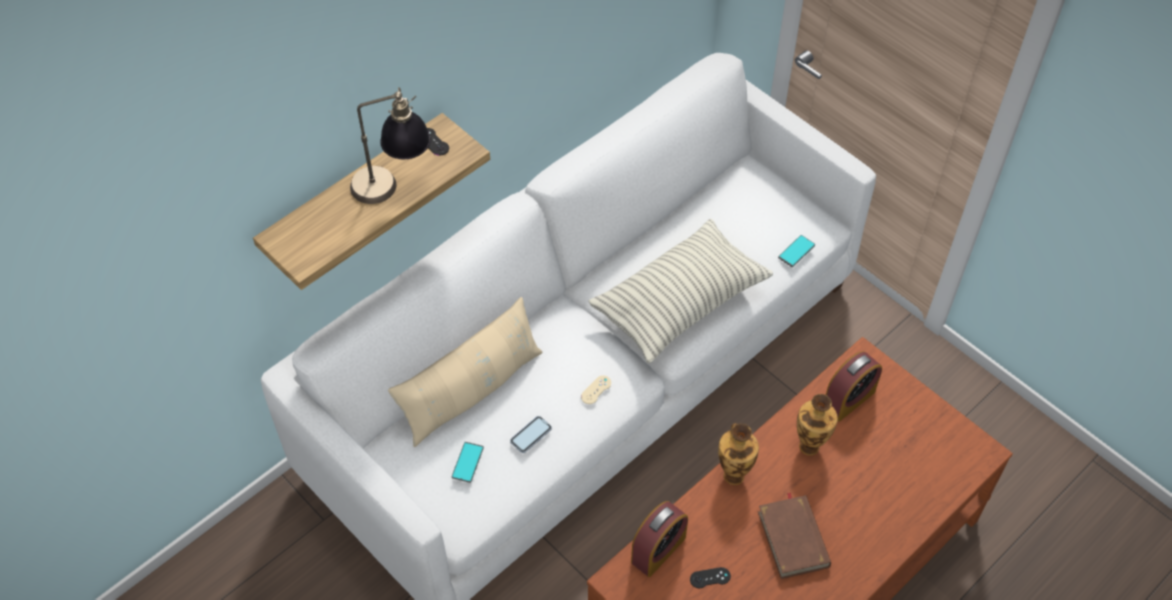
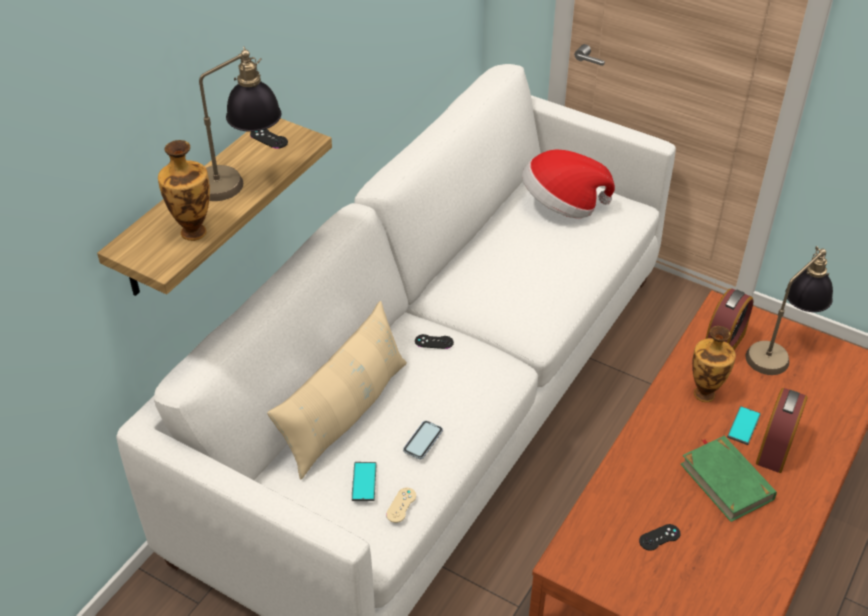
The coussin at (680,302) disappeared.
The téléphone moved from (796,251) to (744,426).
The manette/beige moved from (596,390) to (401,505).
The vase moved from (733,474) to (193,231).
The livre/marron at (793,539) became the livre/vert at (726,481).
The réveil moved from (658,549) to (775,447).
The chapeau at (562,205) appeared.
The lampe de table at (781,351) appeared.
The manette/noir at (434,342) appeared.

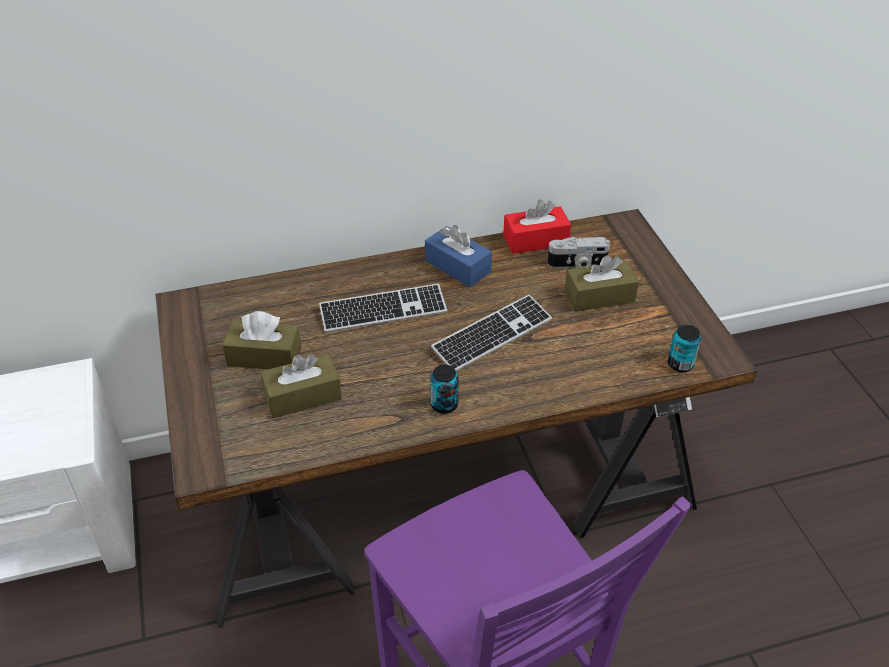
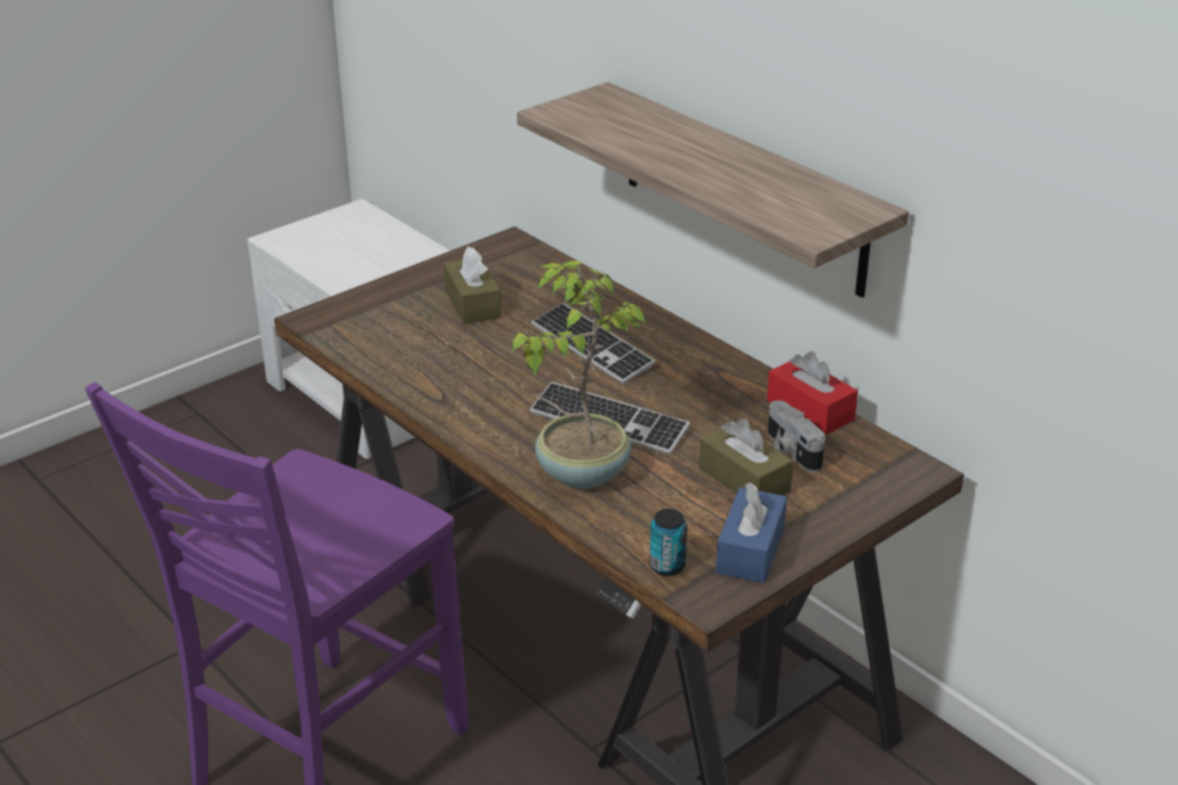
The boîte à mouchoirs/bleu moved from (457,266) to (750,550).
The boîte à mouchoirs/marron at (302,396) disappeared.
The boîte métallique at (444,405) disappeared.
The étagère at (742,189) appeared.
The plante en pot at (580,472) appeared.

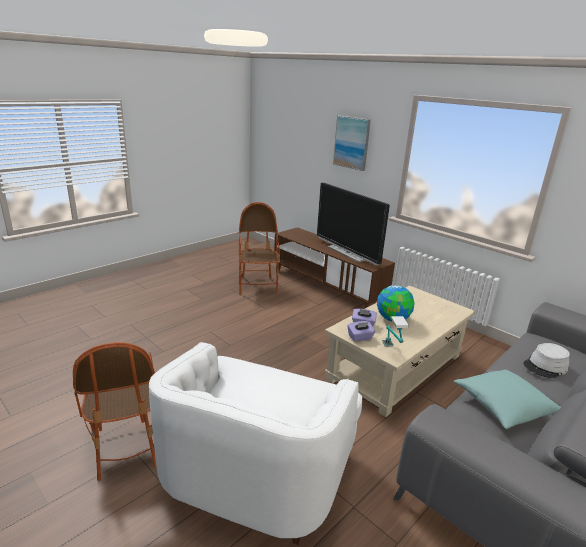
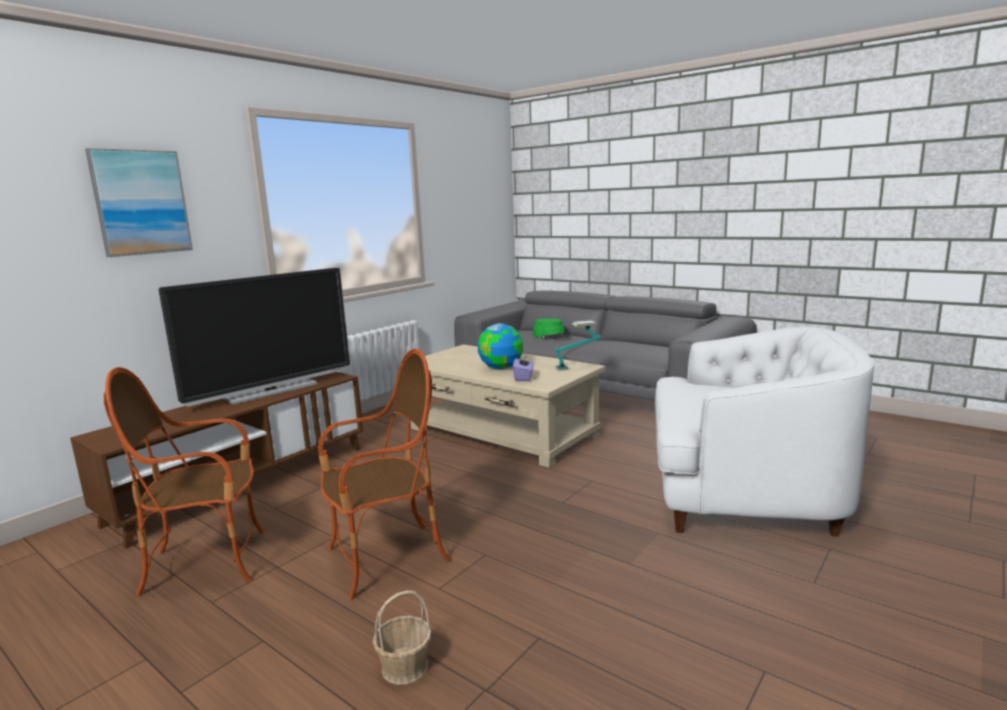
The boîte à mouchoirs/violet at (360,337) disappeared.
The fauteuil moved from (126,445) to (386,558).
The chapeau/gris at (545,366) became the chapeau/vert at (551,335).
The coussin/turquoise at (503,406) disappeared.
The panier at (404,666) appeared.

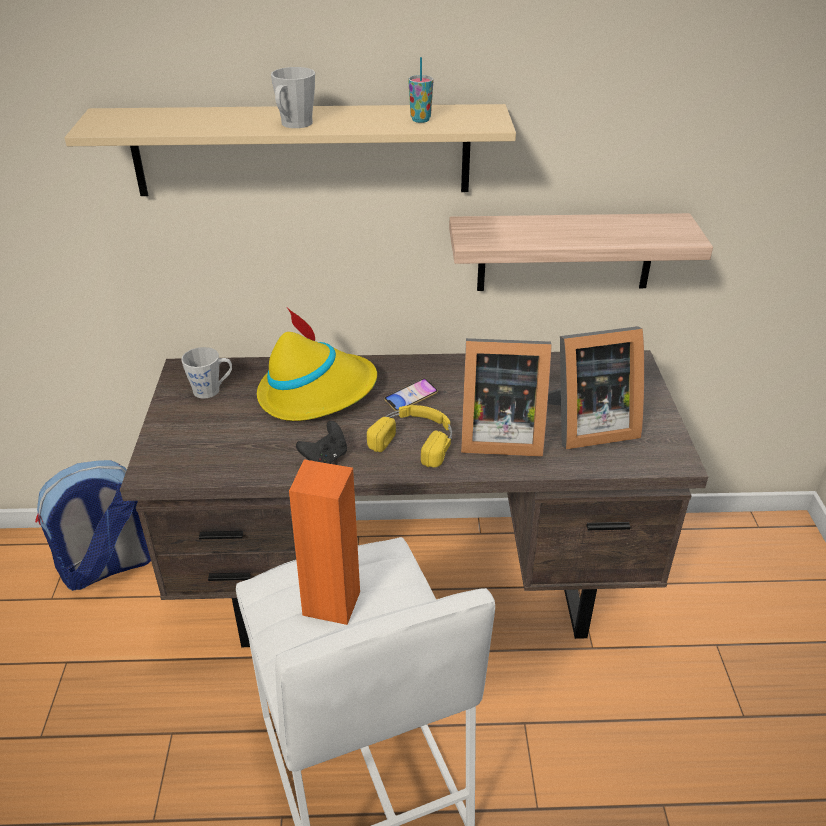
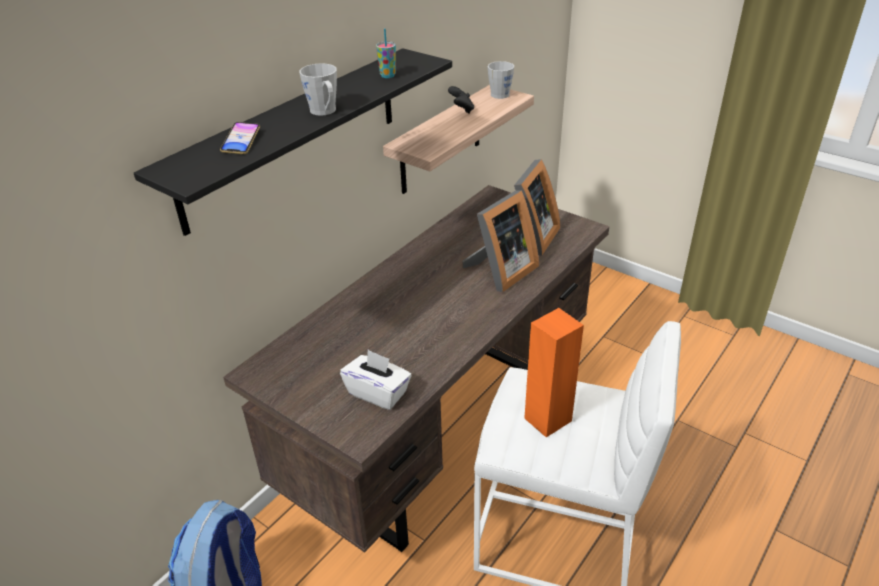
The étagère/beige at (302,150) became the étagère/noir at (293,137).
The chapeau/jaune at (317,393) disappeared.
The mug/gris moved from (212,390) to (502,93).
The téléphone moved from (411,398) to (241,142).
The casque audio/jaune at (415,439) disappeared.
The manette/noir moved from (325,458) to (461,110).
The boîte à mouchoirs/blanc at (378,393) appeared.

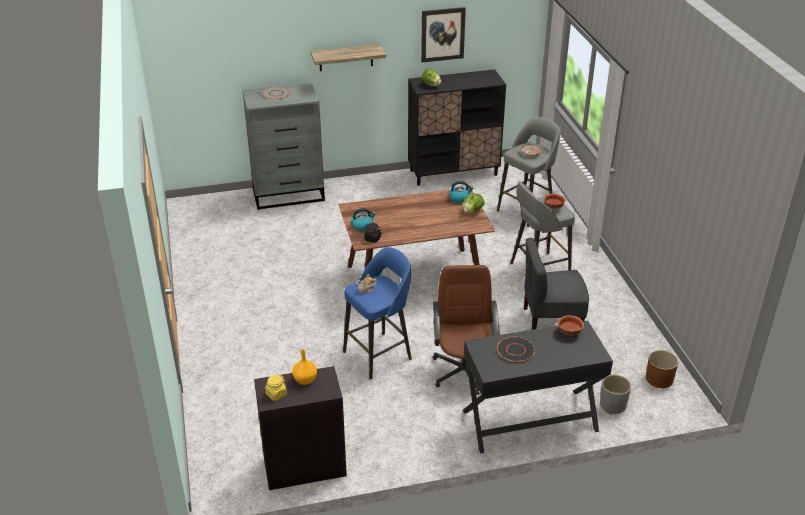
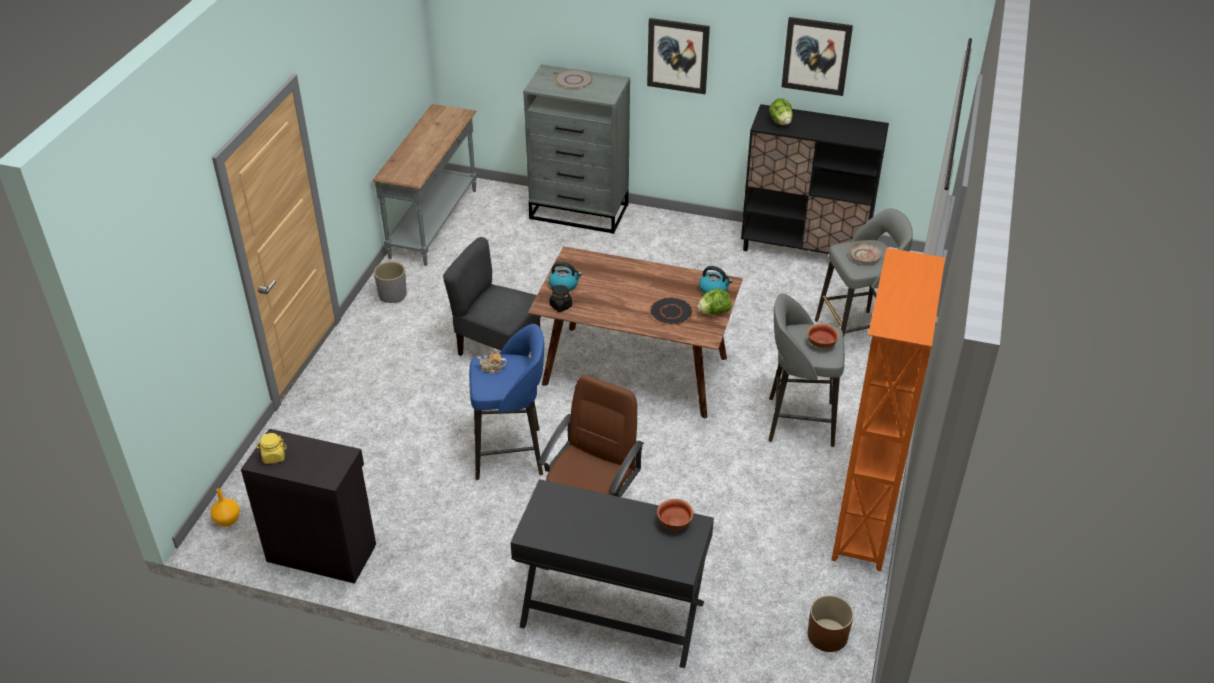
The étagère at (346,58) was replaced by the tableau at (678,55).
The chaise/gris moved from (551,321) to (498,348).
The assiette/noir moved from (515,350) to (671,312).
The vase/orange moved from (305,380) to (227,521).
The cache-pot/gris moved from (612,406) to (392,295).
The table console/gris at (435,223) appeared.
The bibliothèque/orange at (862,523) appeared.

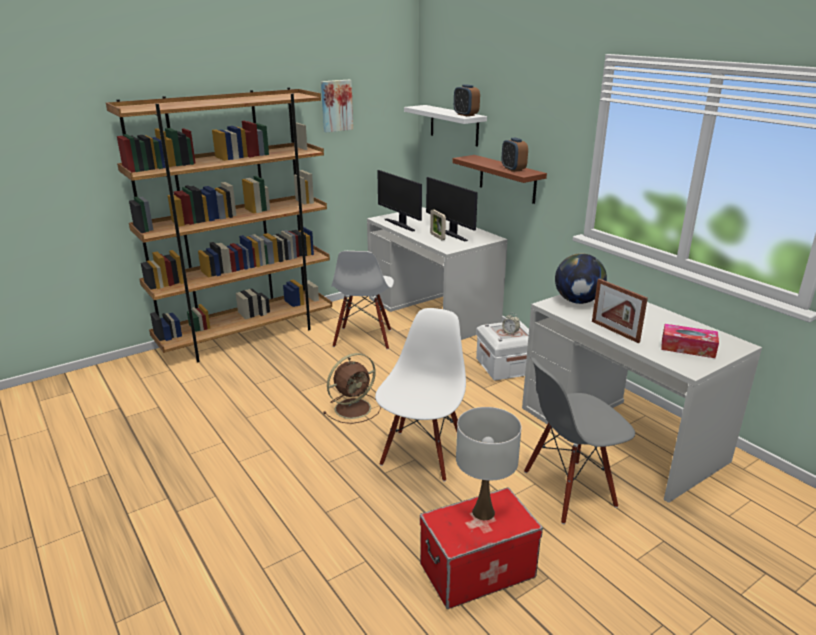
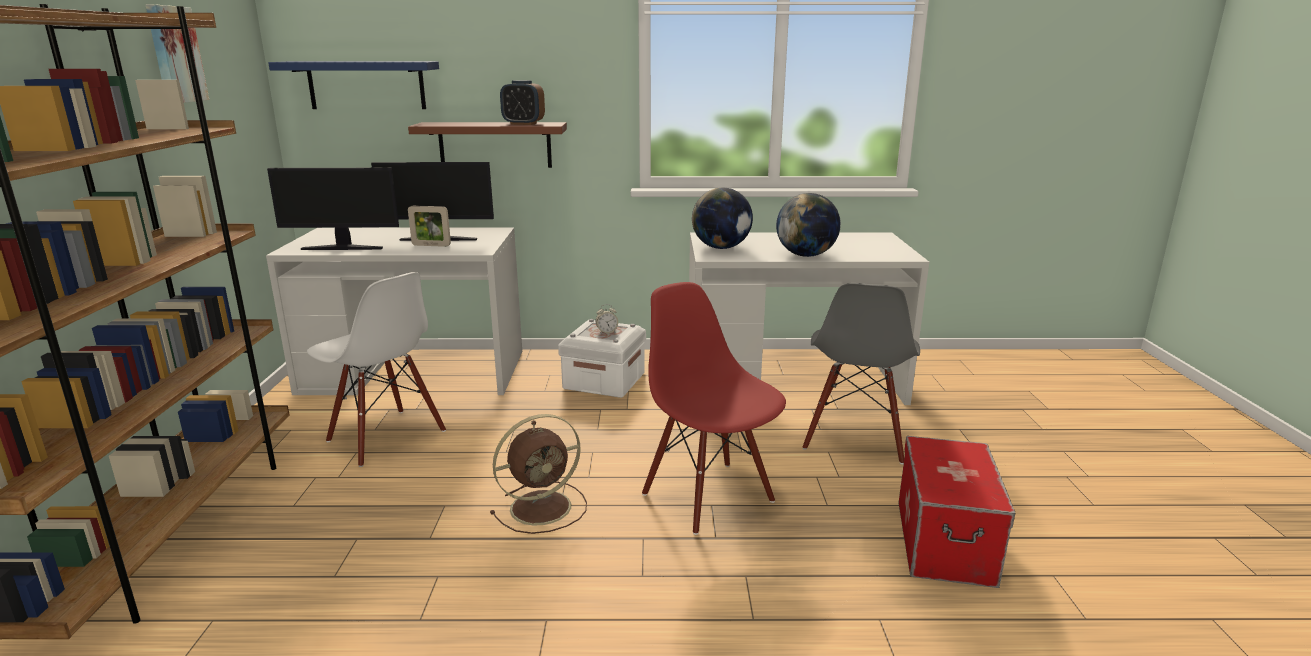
The réveil at (465,115) disappeared.
The étagère/blanc at (454,125) became the étagère/bleu at (366,85).
The cadre photo at (615,331) was replaced by the globe at (806,255).
The chaise/blanc at (422,455) became the chaise/rouge at (709,496).
The boîte à mouchoirs at (687,348) disappeared.
The ventilateur/marron at (354,408) turned 60 degrees clockwise.
The lampe de table/blanc at (483,512) disappeared.

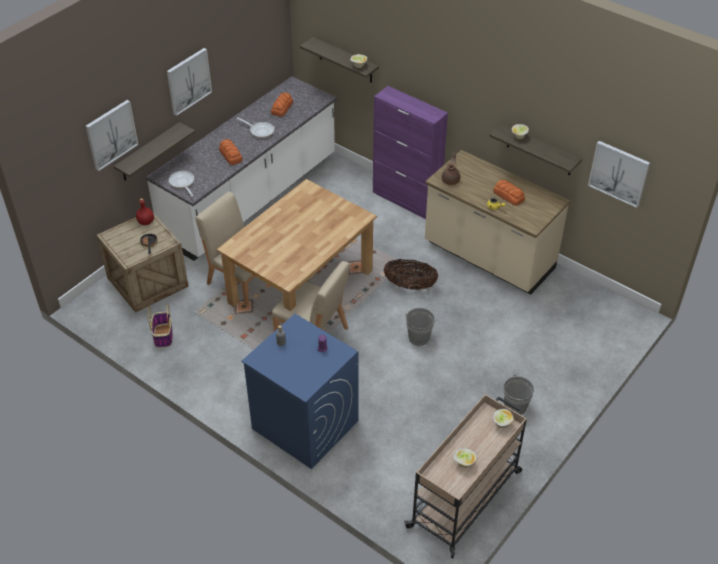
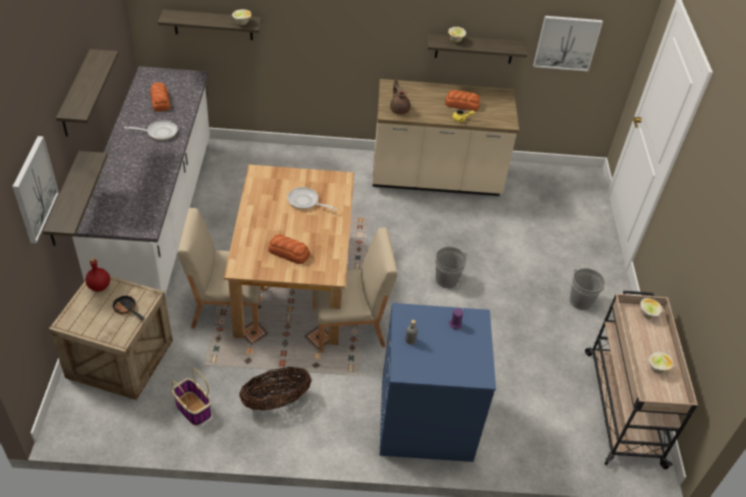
The tableau at (188,81) was replaced by the étagère at (76,94).
The meuble de rangement/violet at (406,200) disappeared.
The pain moved from (230,155) to (289,253).
The poêle moved from (182,183) to (305,202).
The panier moved from (410,285) to (276,401).

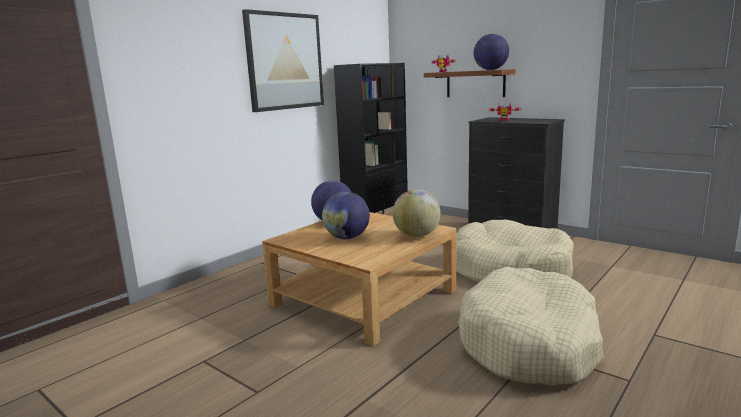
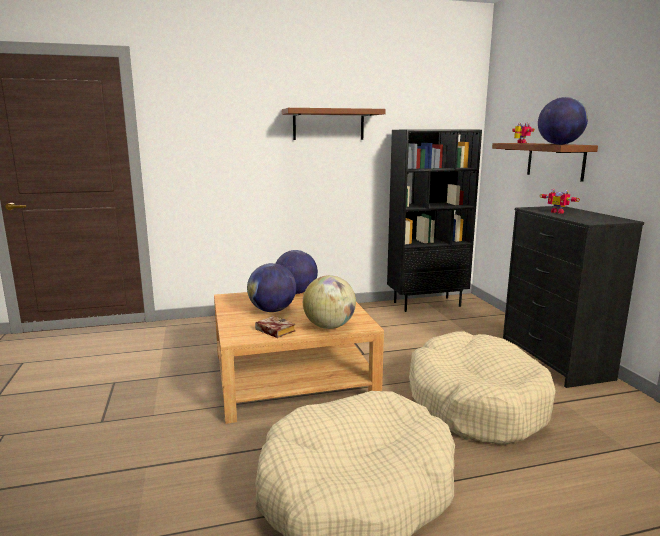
The tableau at (284,61) was replaced by the étagère/marron at (328,124).
The livre at (273,330) appeared.

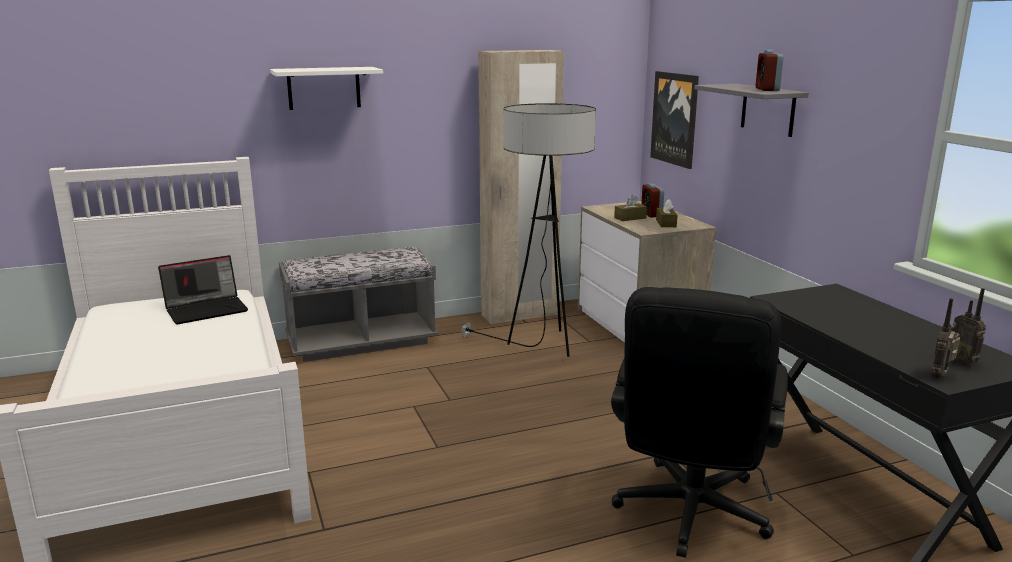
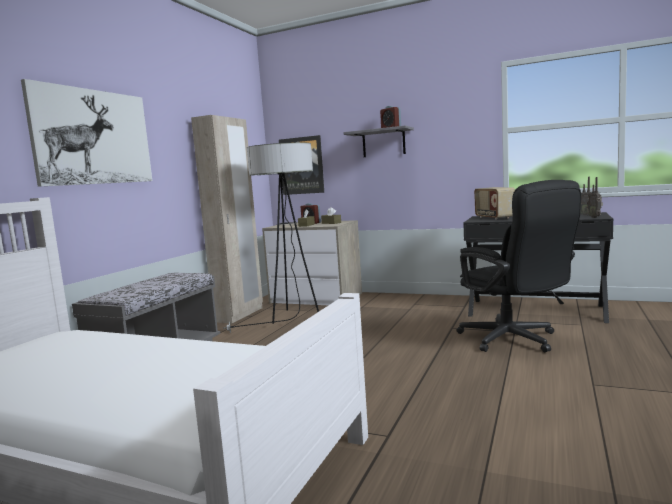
The étagère/blanc at (324,88) was replaced by the tableau at (93,137).
The ordinateur portable at (207,309) disappeared.
The radio at (494,218) appeared.

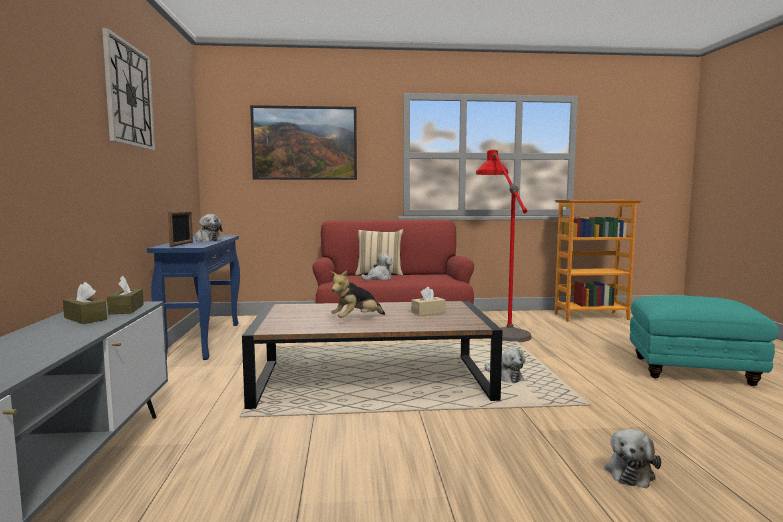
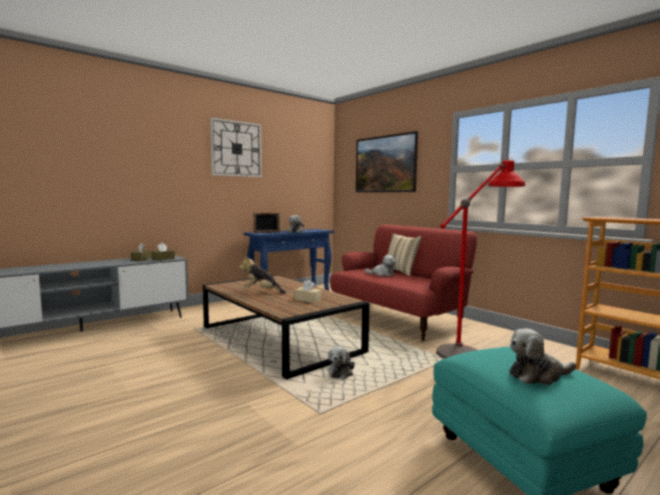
The peluche moved from (630,472) to (537,375).

